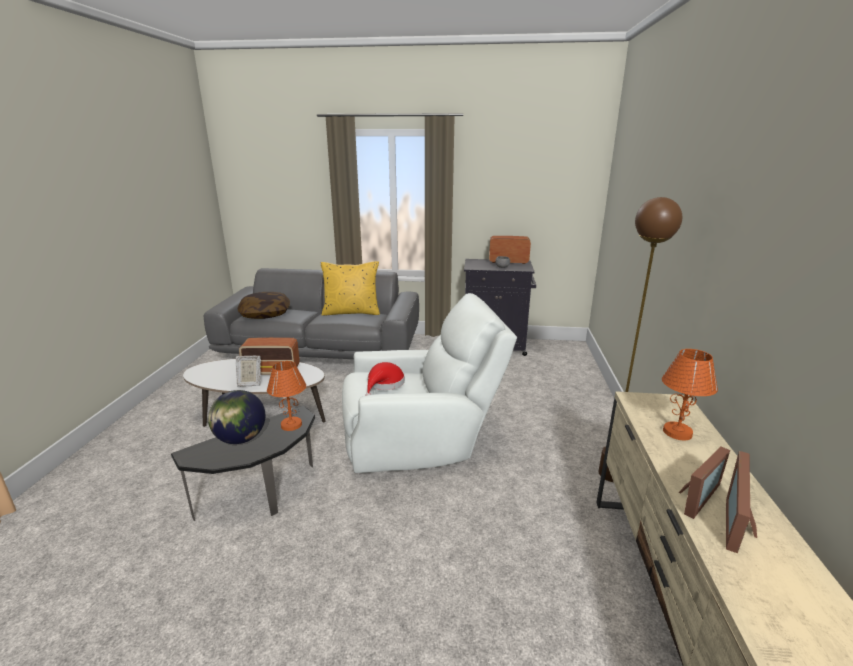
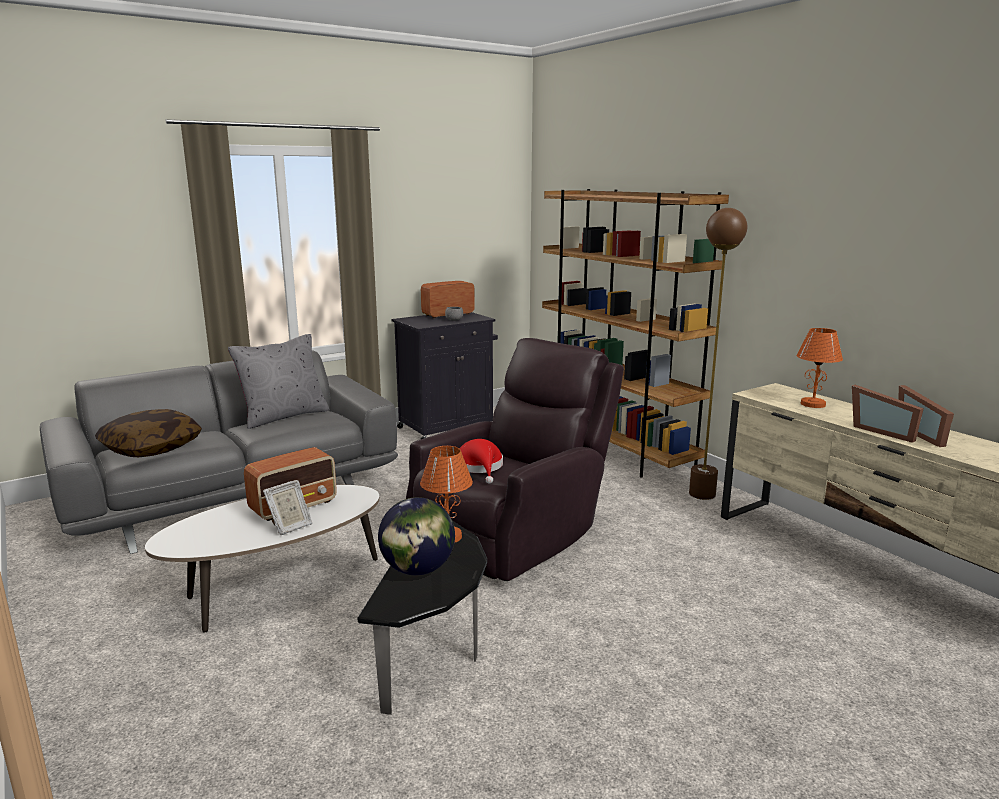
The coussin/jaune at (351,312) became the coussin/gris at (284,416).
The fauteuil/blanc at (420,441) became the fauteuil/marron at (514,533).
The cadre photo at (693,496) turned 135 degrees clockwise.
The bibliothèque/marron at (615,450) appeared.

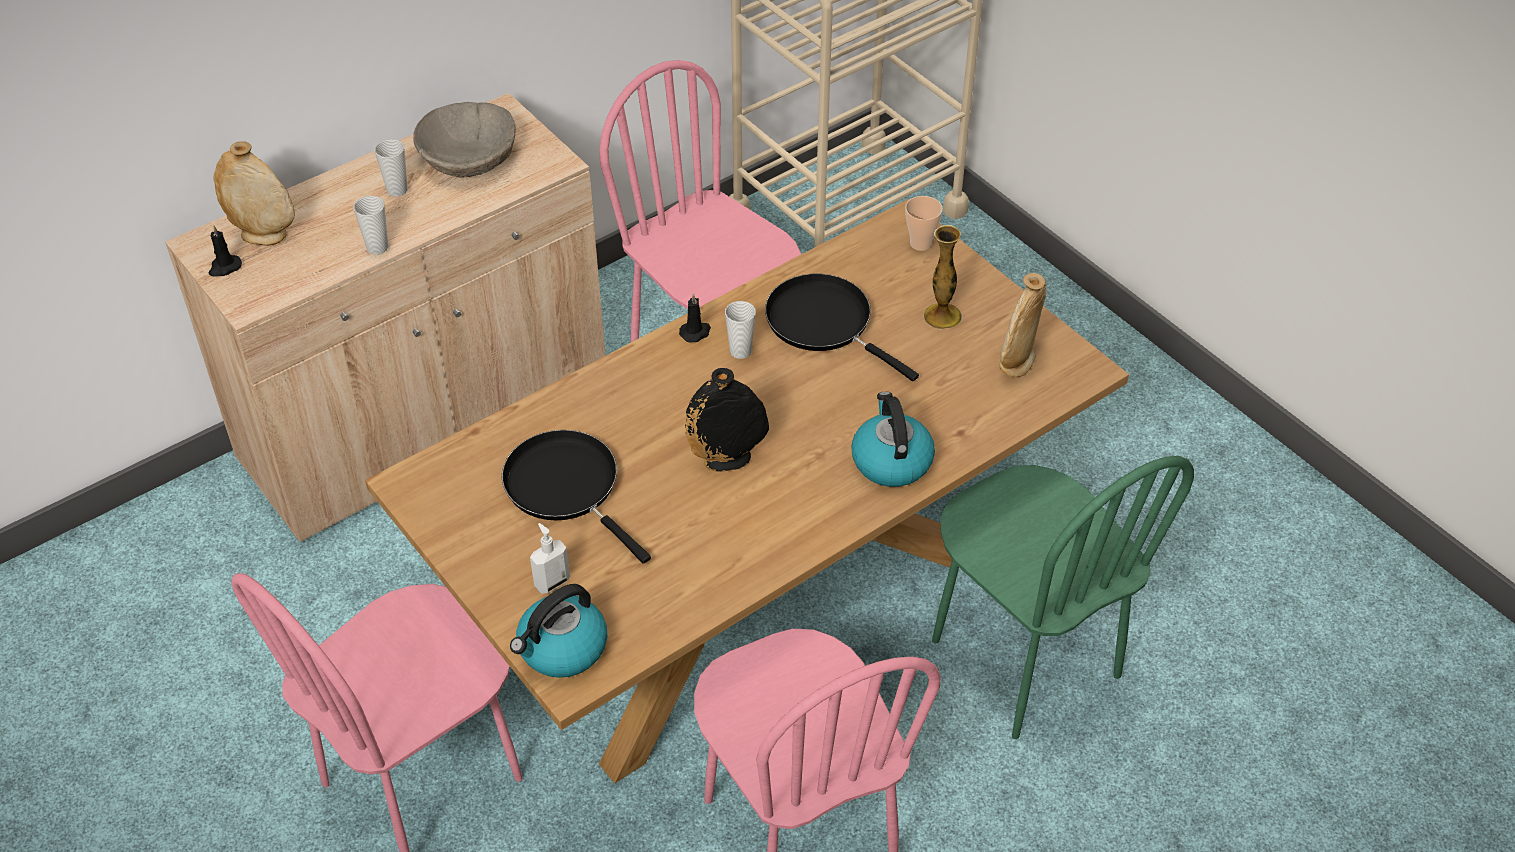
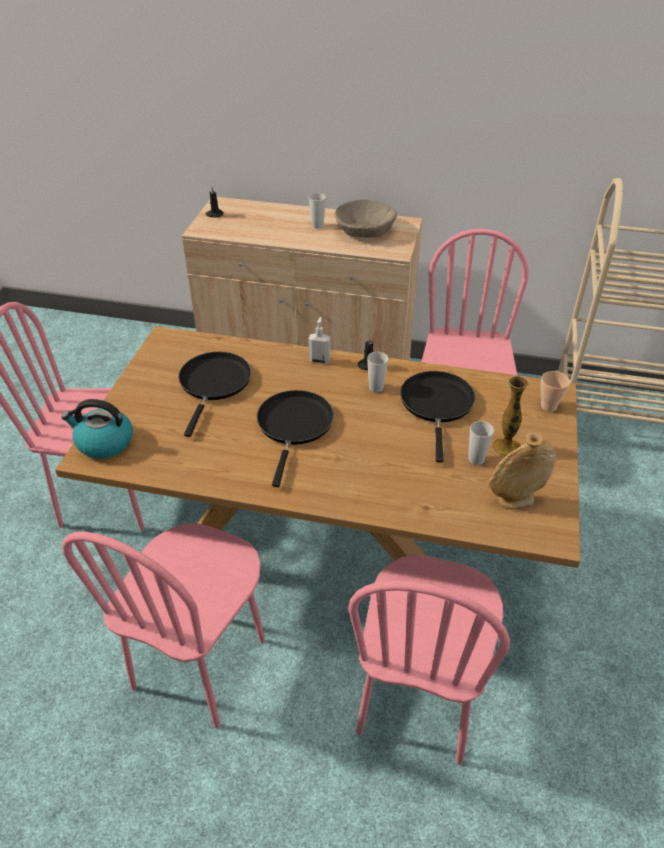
The vase/beige at (264,235) disappeared.
The tasse moved from (377,247) to (476,459).
The vase/noir at (727,459) was replaced by the poêle/noir at (294,426).
The bouilloire at (890,460) disappeared.
The chaise/vert at (1024,659) became the chaise/rose at (419,699).
The distributeur de savon moved from (551,582) to (319,360).

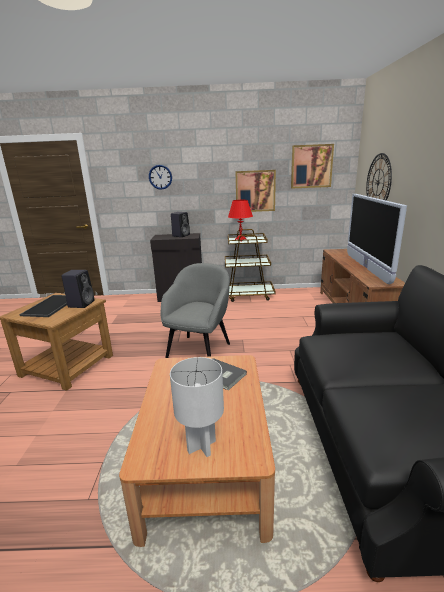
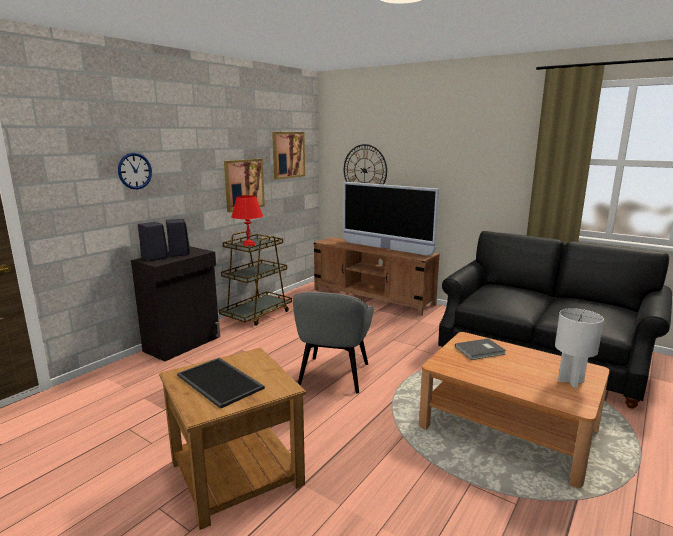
The fauteuil/gris at (199,350) turned 135 degrees counterclockwise.
The enceinte/noir moved from (81,304) to (153,258).

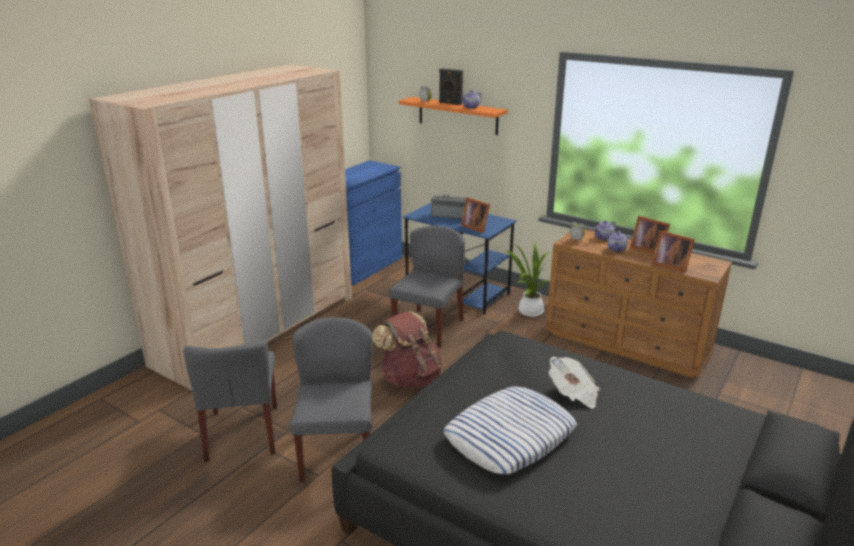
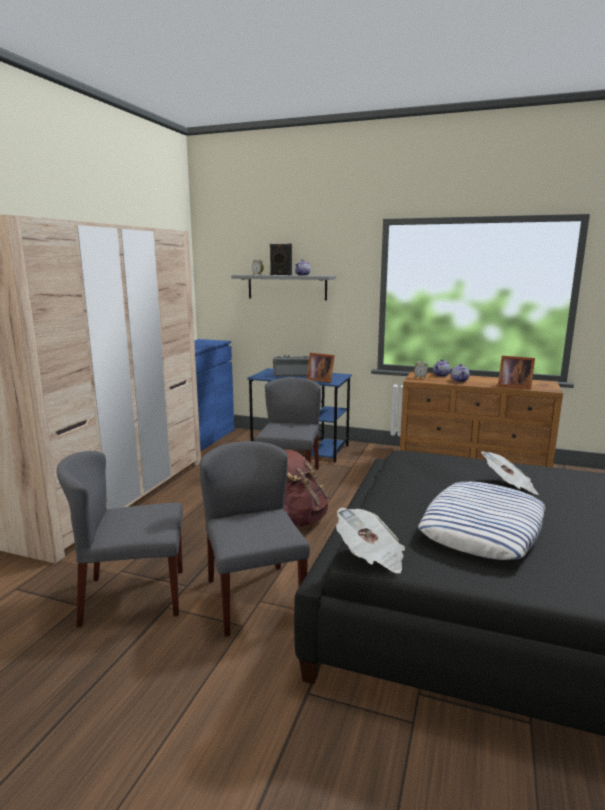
The étagère/orange at (457,116) became the étagère/gris at (287,287).
The cadre photo at (647,249) disappeared.
The plante en pot at (528,311) disappeared.
The chaise/gris at (243,433) turned 105 degrees clockwise.
The journal at (371,556) appeared.

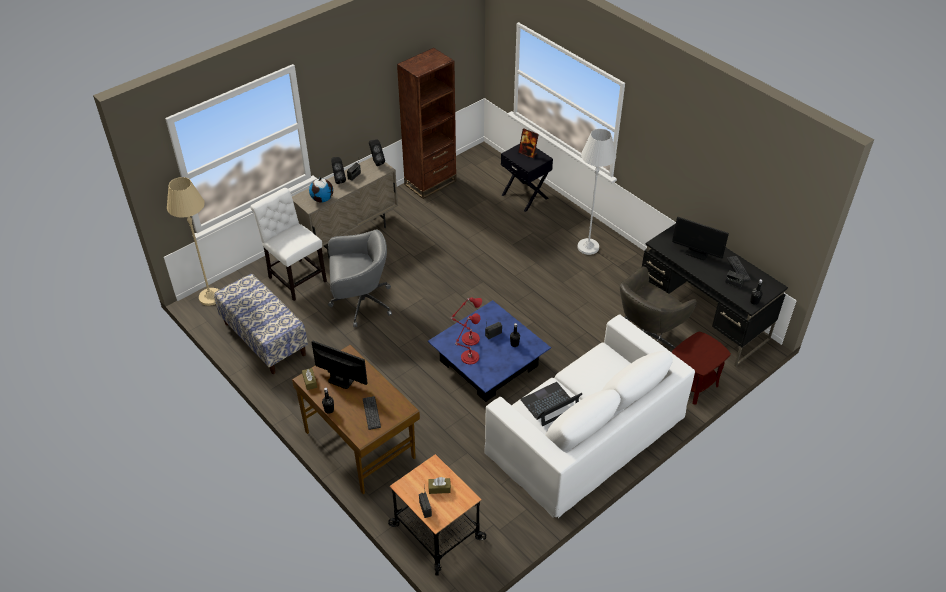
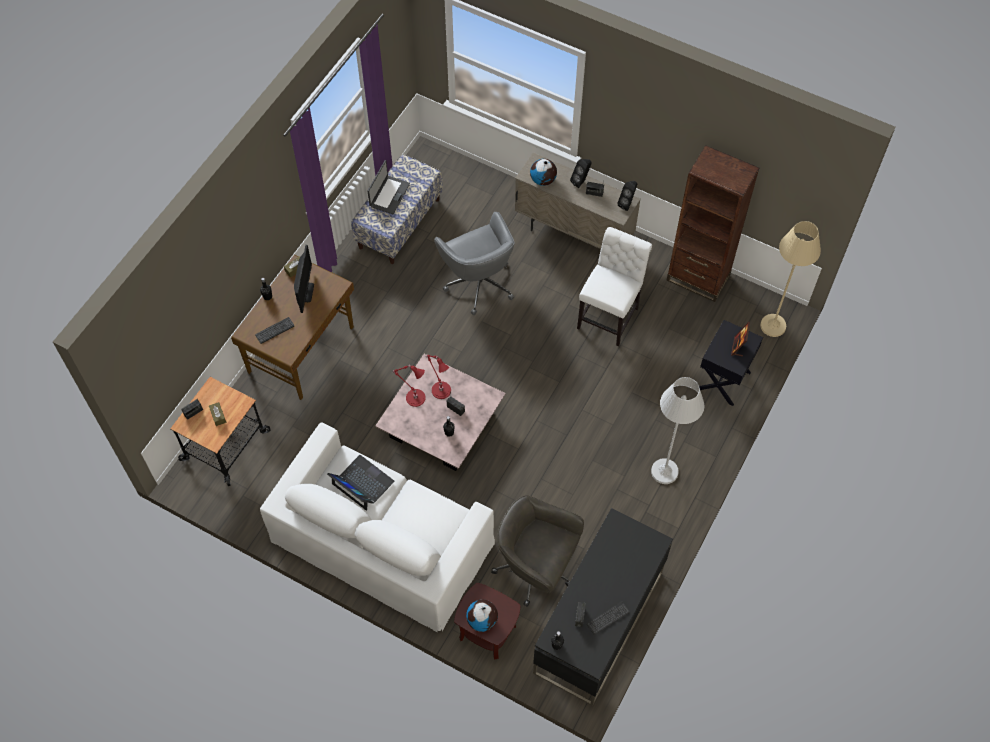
The lampadaire/beige moved from (210,297) to (773,326).
The chaise/blanc moved from (295,278) to (610,315).
The écran d'ordinateur at (696,253) disappeared.
The table basse/bleu at (488,364) became the table basse/rose at (441,424).
The ordinateur portable at (389,195) appeared.
The globe at (482,620) appeared.

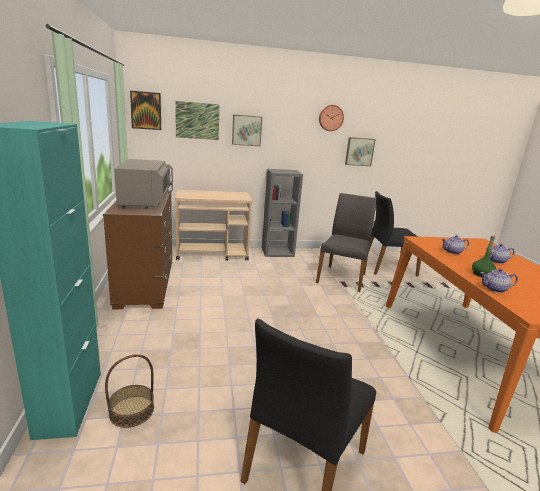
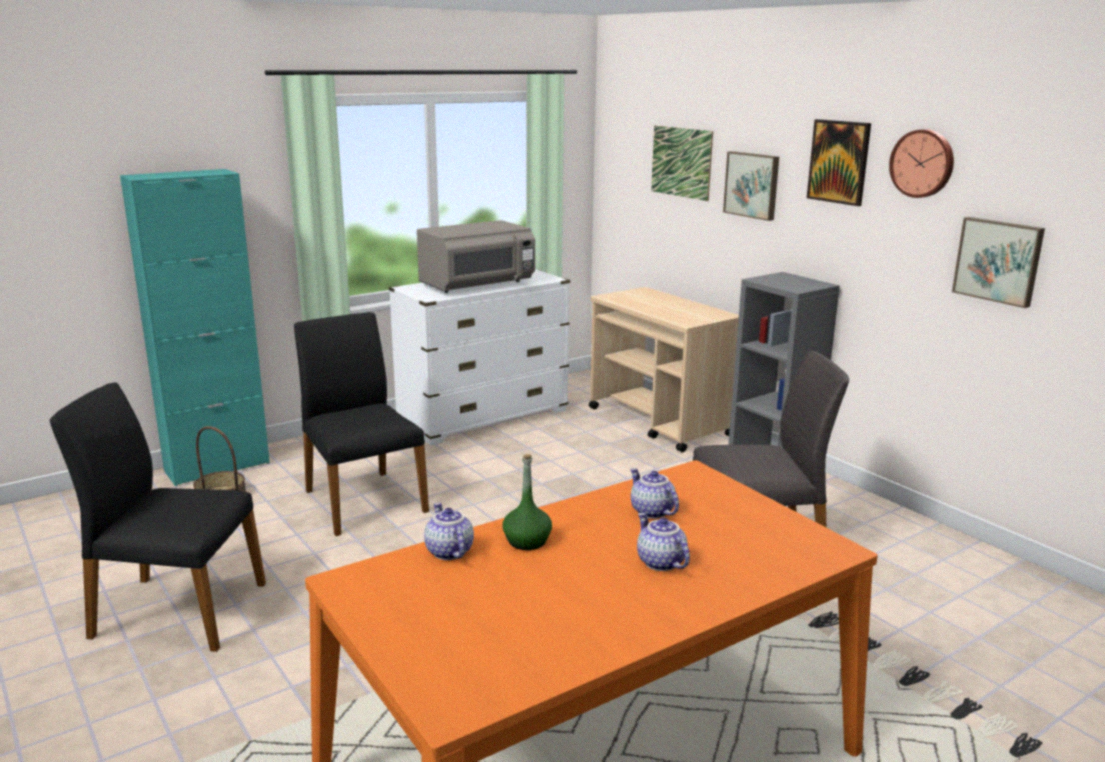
The tableau moved from (146,110) to (839,162).
The commode/marron at (145,285) became the commode/blanc at (483,417).
The chaise/noir moved from (388,267) to (363,501).

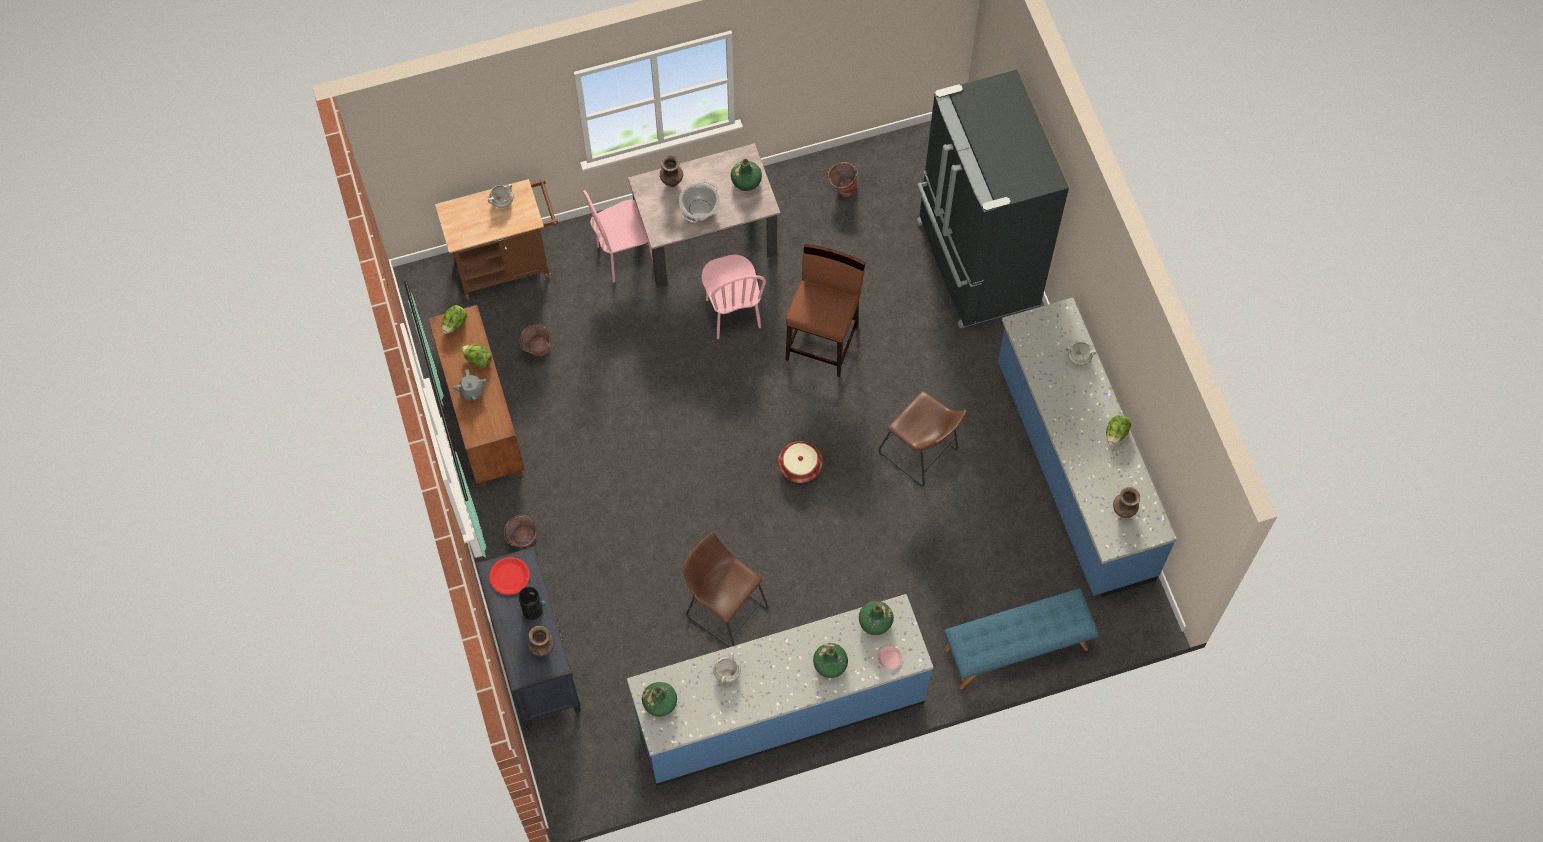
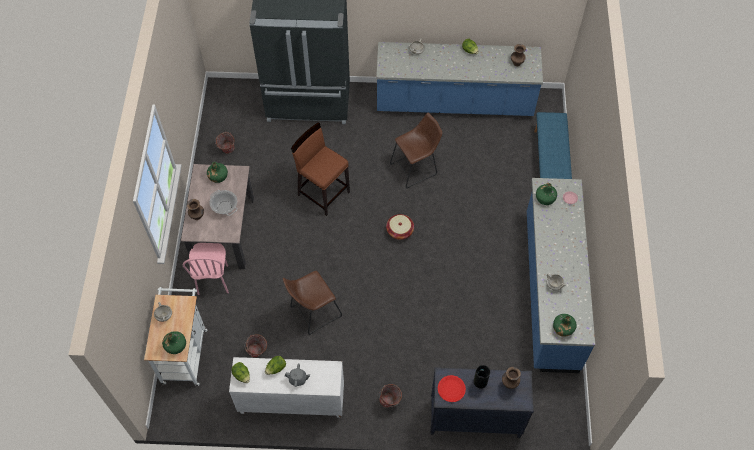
The chariot/marron at (508,265) became the chariot/blanc at (185,352).
The chaise/rose at (732,313) disappeared.
The meuble de rangement/marron at (482,418) became the meuble de rangement/blanc at (291,401).
The tabouret/marron moved from (724,609) to (313,312).
The bouteille/vert moved from (830,664) to (175,345).

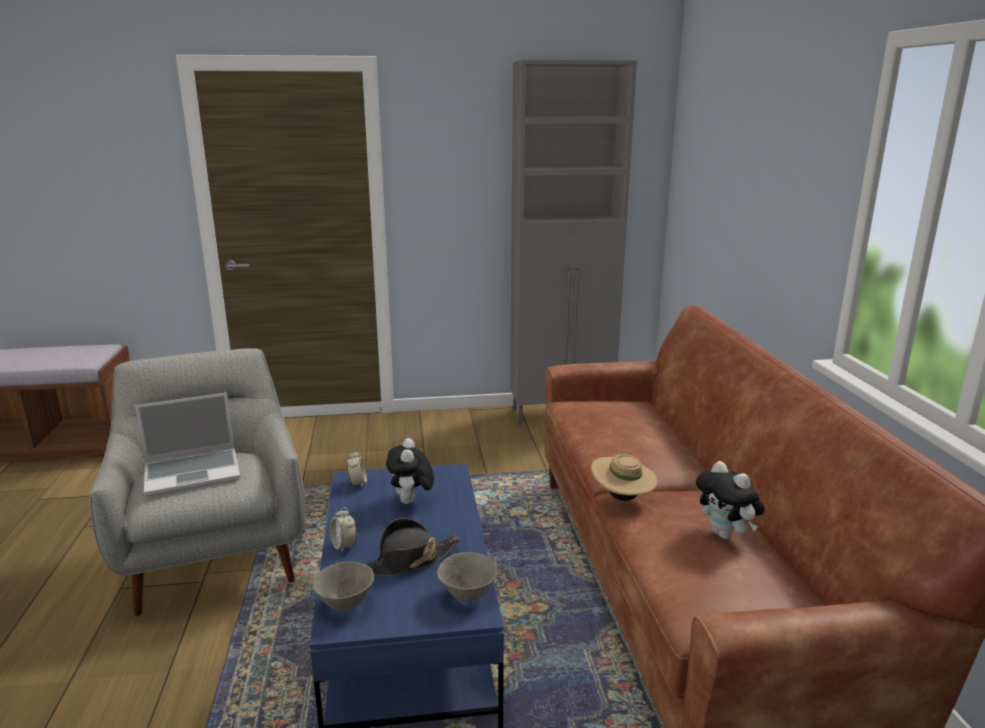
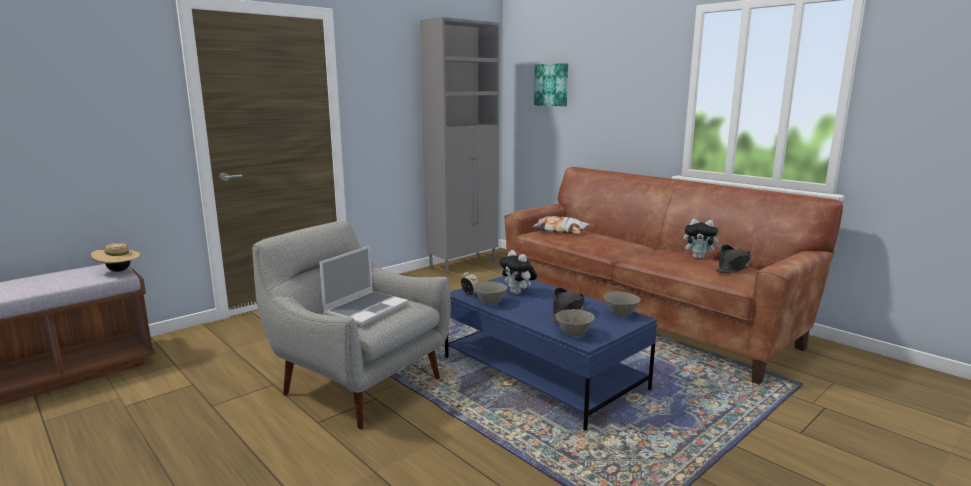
The chapeau/beige moved from (622,498) to (119,271).
The réveil at (344,546) disappeared.
The tableau at (552,85) appeared.
The coussin at (559,230) appeared.
The chapeau/noir at (733,268) appeared.
The bol/gris at (490,303) appeared.

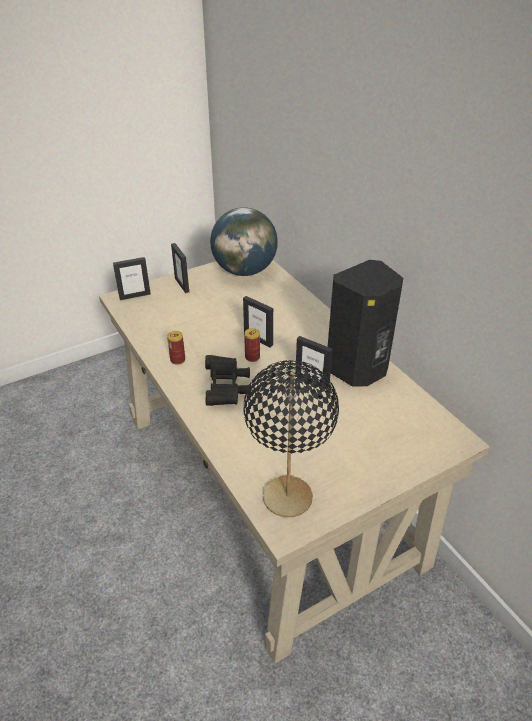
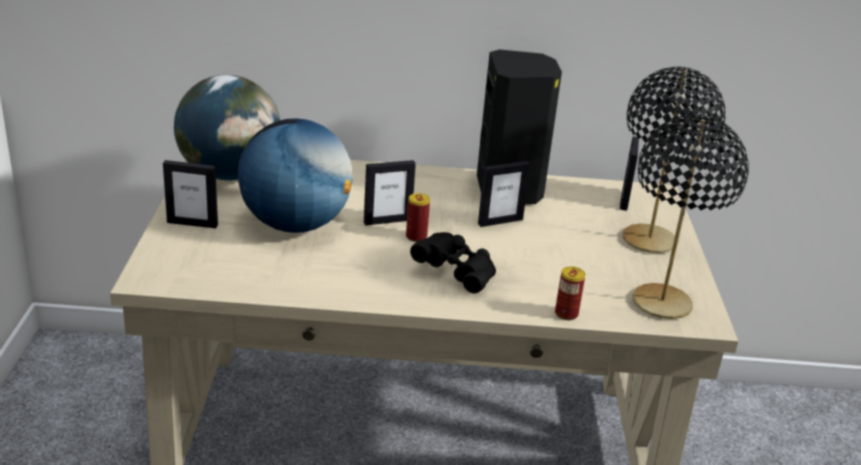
The cadre photo moved from (135,296) to (624,199).
The boîte métallique moved from (177,360) to (566,314).
The lampe de table/noir at (649,241) appeared.
The globe at (295,225) appeared.

